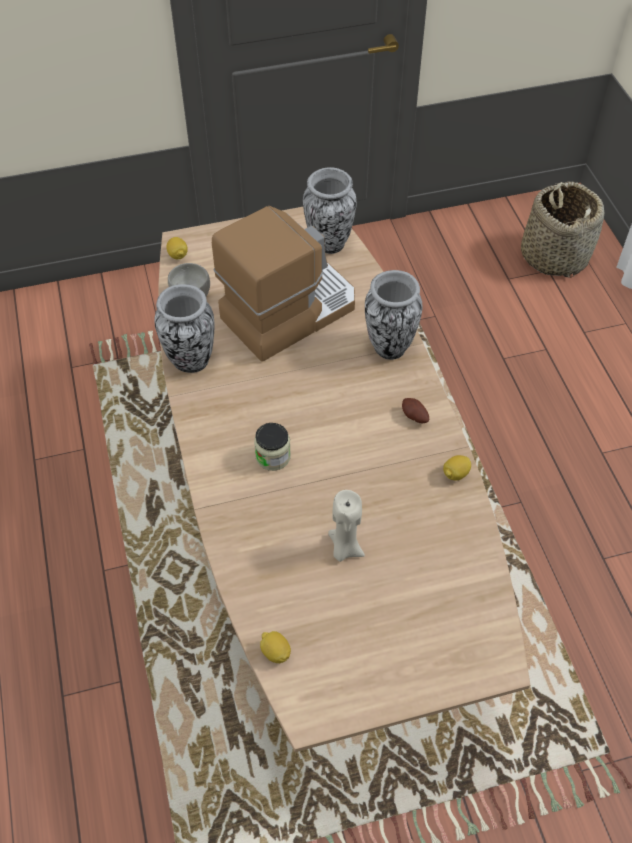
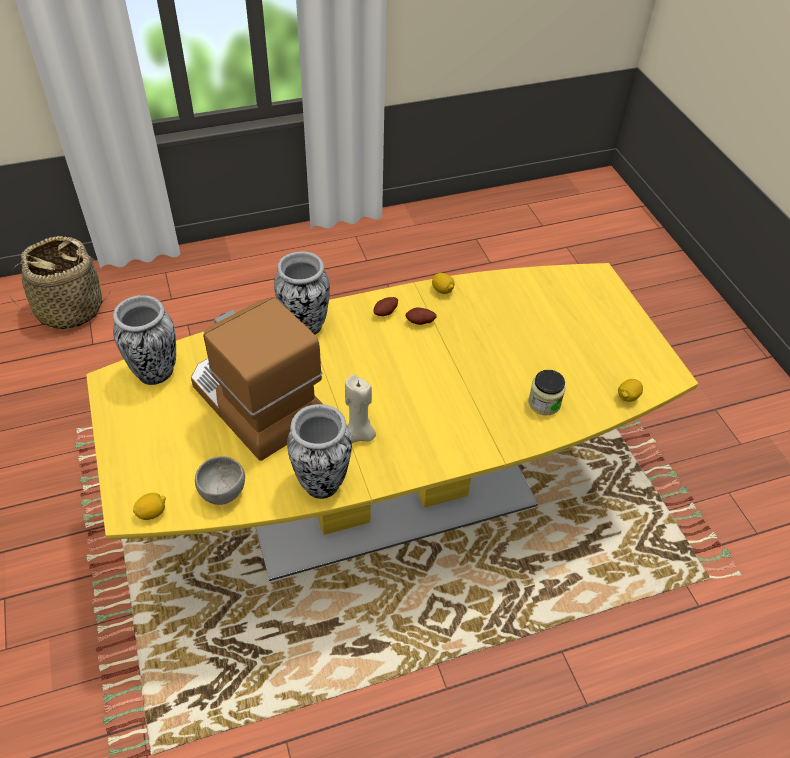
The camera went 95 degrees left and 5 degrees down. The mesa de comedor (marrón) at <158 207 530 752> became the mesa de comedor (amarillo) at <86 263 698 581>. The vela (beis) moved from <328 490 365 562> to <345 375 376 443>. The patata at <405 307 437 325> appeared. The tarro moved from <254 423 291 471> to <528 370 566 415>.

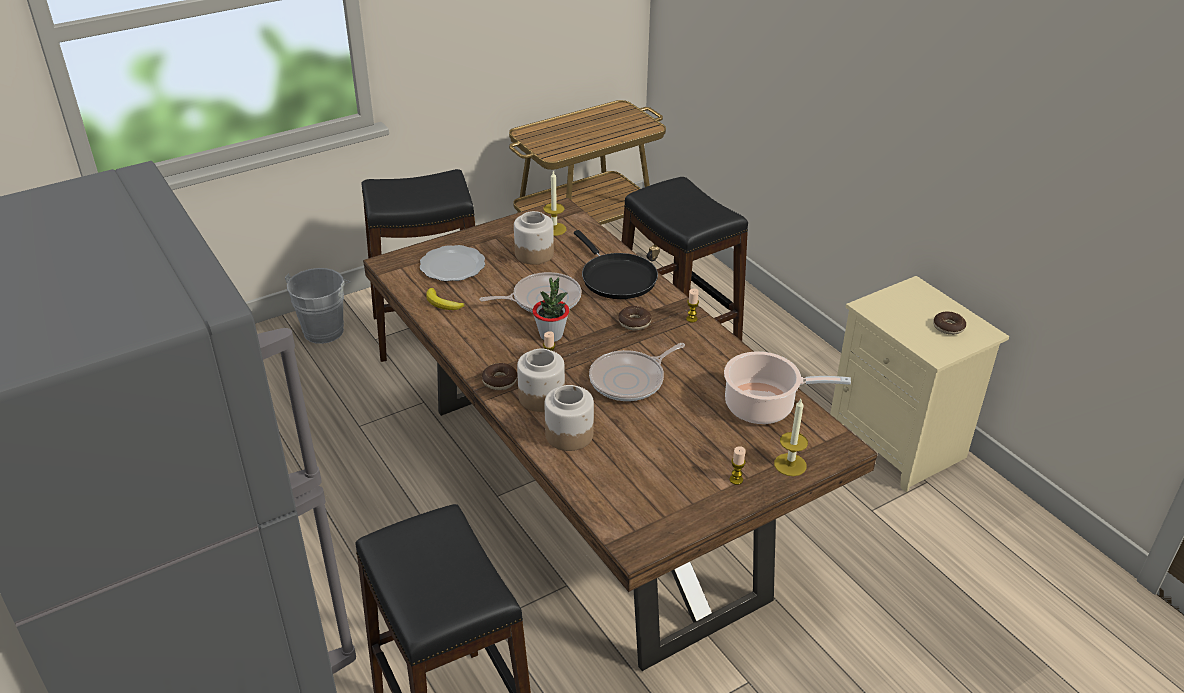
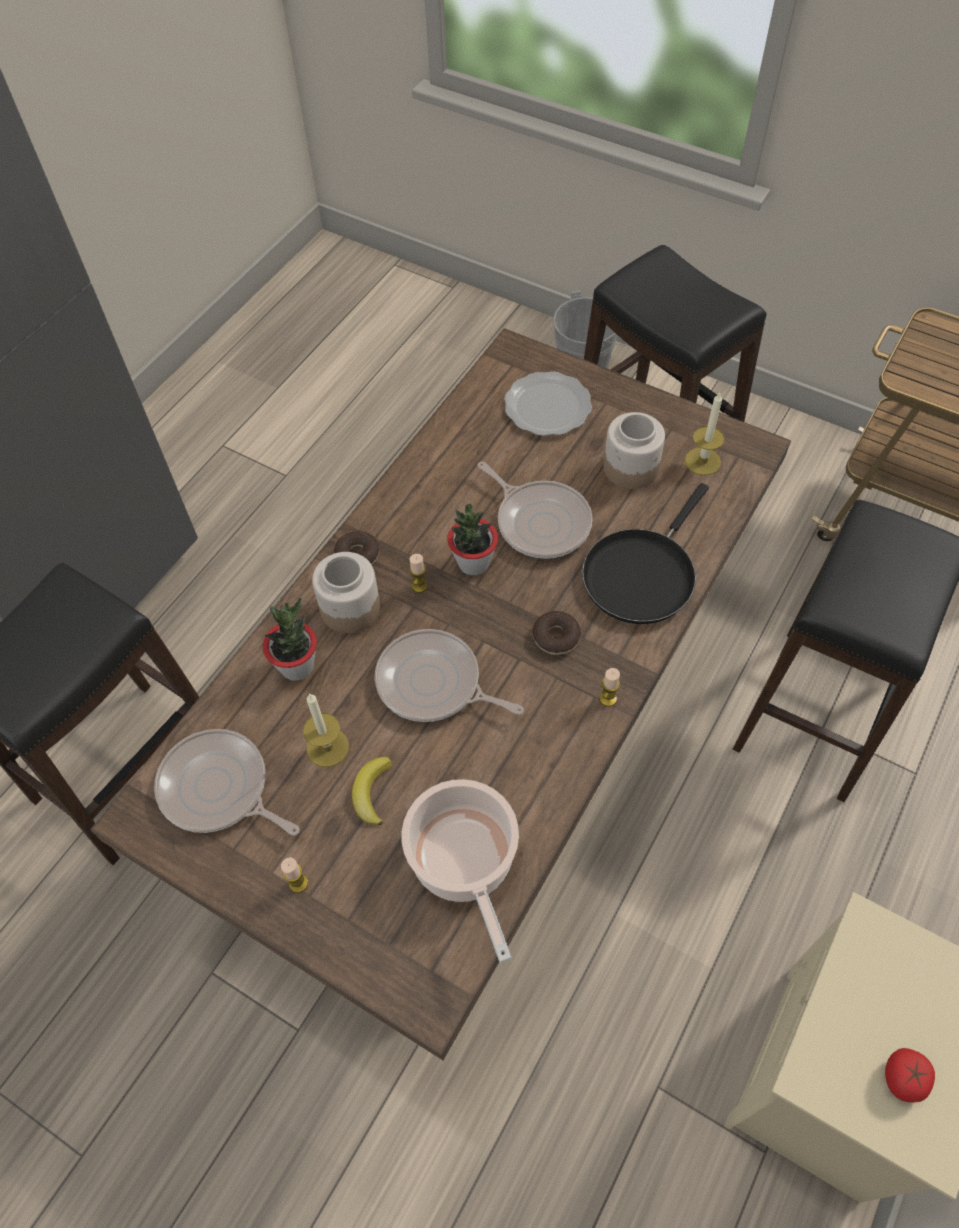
The camera went 65 degrees right and 20 degrees up. The sartén at <154 729 300 835> appeared. The tarro at <544 385 594 451> was replaced by the planta en maceta at <263 598 317 681>. The vela moved from <774 399 808 476> to <303 693 349 767>. The plátano moved from <426 288 465 310> to <352 757 392 826>. The rosquilla at <933 311 966 335> was replaced by the tomate at <885 1048 935 1103>.

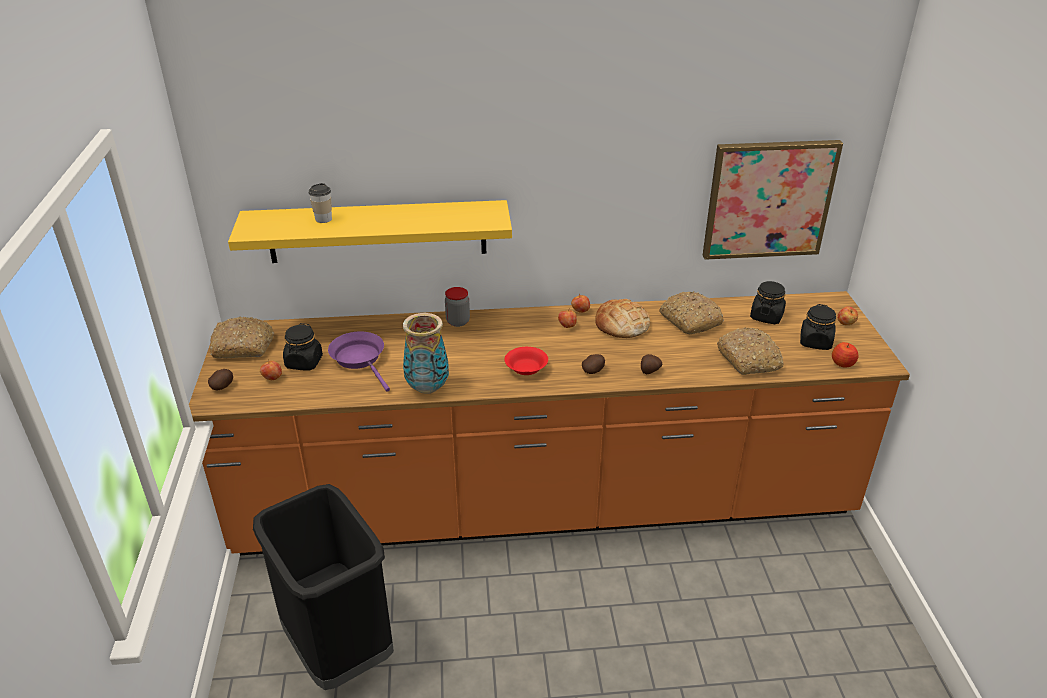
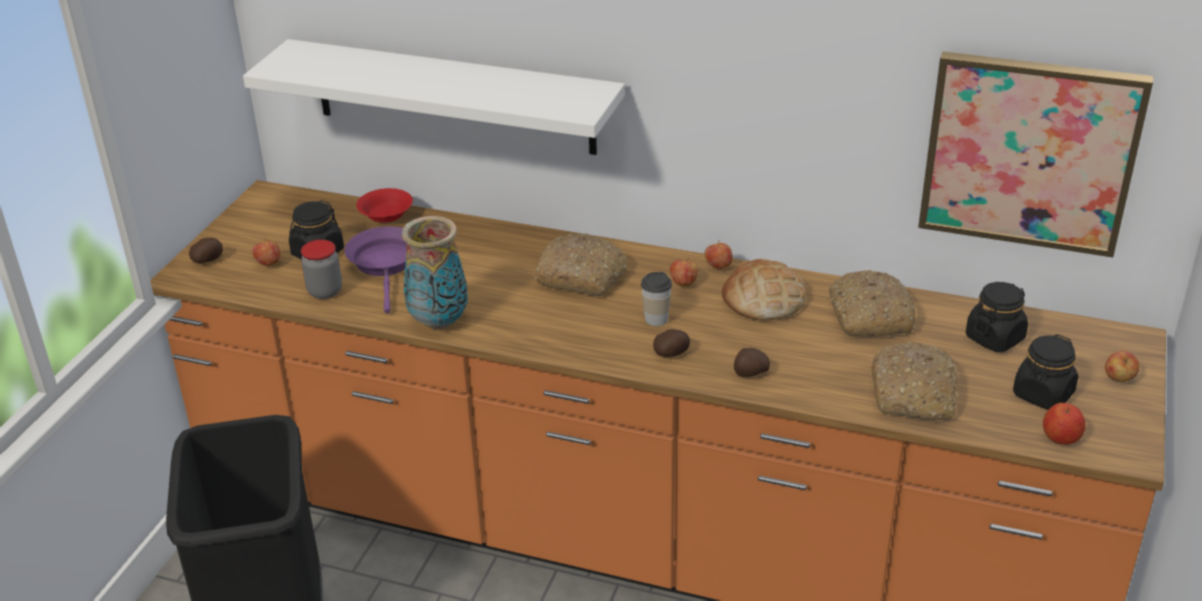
The camera went 25 degrees right and 0 degrees up. The estante (amarillo) at <228 200 512 263> became the estante (blanco) at <243 39 625 155>. The tarro moved from <445 287 470 327> to <301 240 342 299>. The cuenco (rojo) moved from <505 347 548 375> to <356 188 413 223>. The pan moved from <210 317 274 359> to <535 233 627 296>. The taza moved from <309 183 332 223> to <641 272 672 326>.

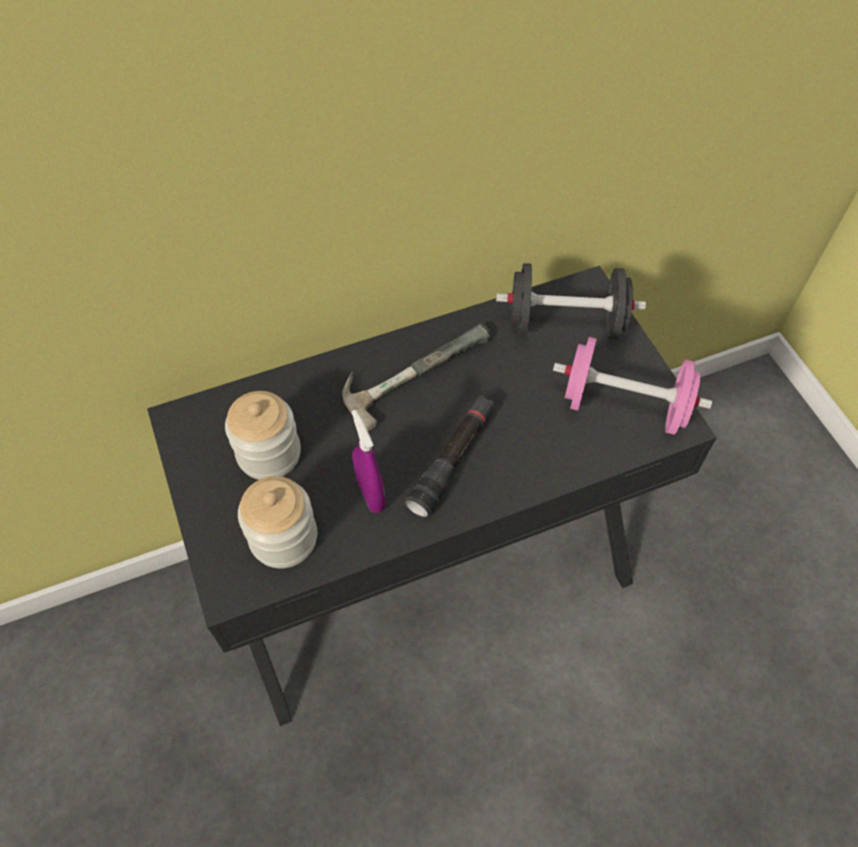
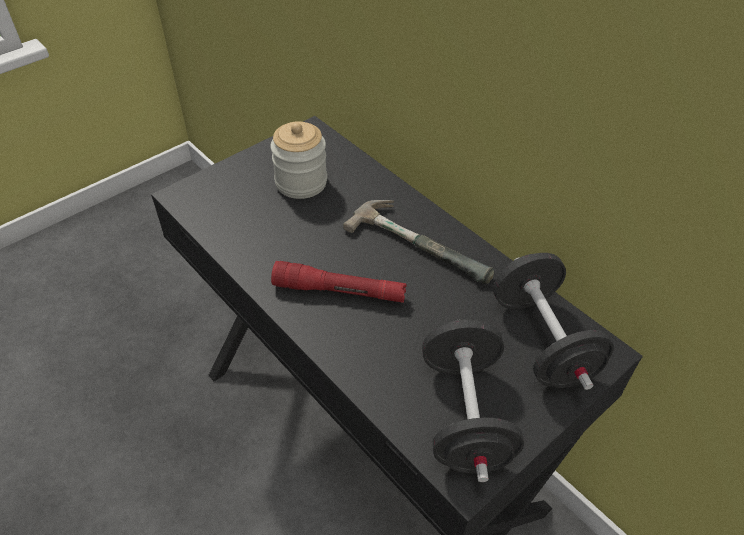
The camera went 70 degrees right and 10 degrees down. The linterna (negro) at <405 395 495 518> became the linterna (rojo) at <271 261 407 303>. The mancuerna (rosa) at <553 337 712 435> became the mancuerna (negro) at <422 319 524 482>. The tarro at <238 476 317 569> disappeared. The pulverizador (morado) at <352 410 386 513> disappeared.

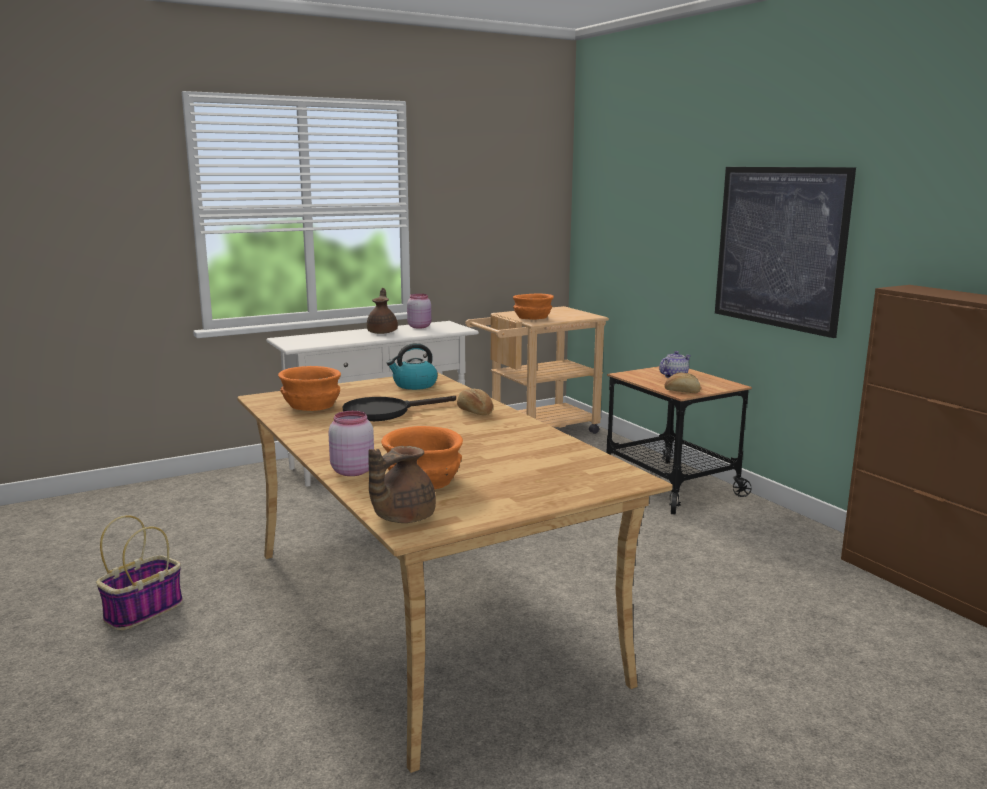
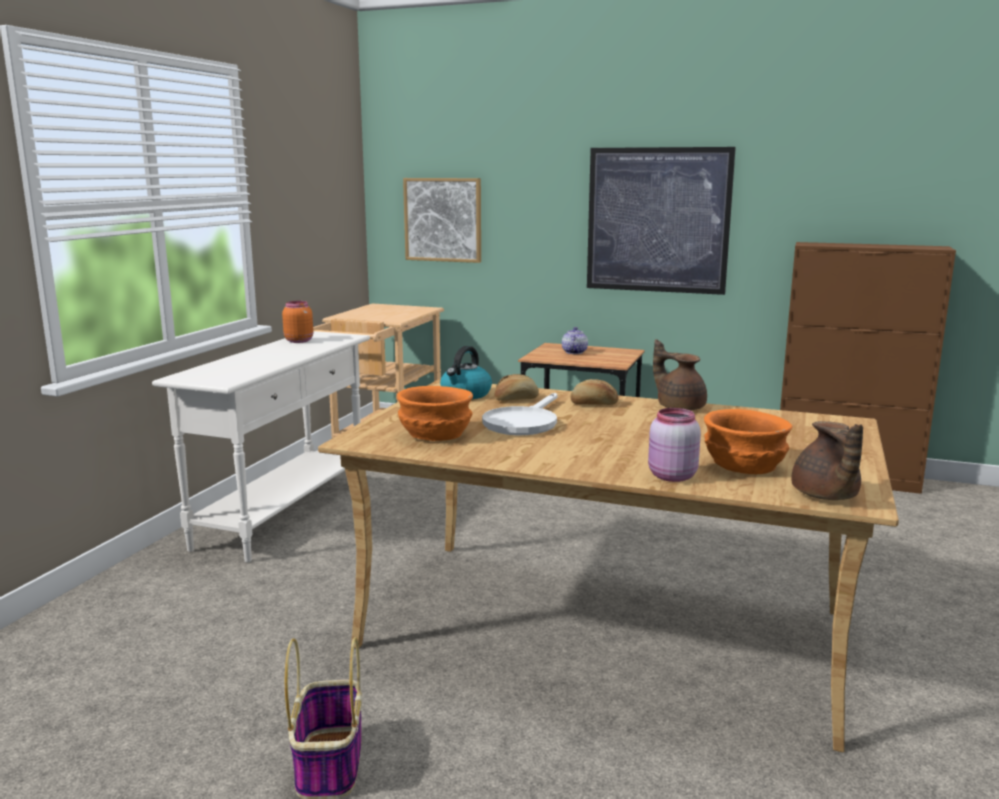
The camera went 40 degrees left and 0 degrees up. The tarro (rosa) at <407 294 431 329> became the tarro (naranja) at <282 301 313 343>. The cuadro at <403 178 481 263> appeared. The sartén (negro) at <343 396 456 421> became the sartén (blanco) at <482 393 558 435>. The pan moved from <664 372 701 393> to <495 374 539 401>. The tetera (marrón) moved from <367 288 398 334> to <653 339 707 411>. The cuenco (naranja) at <513 293 554 319> disappeared.

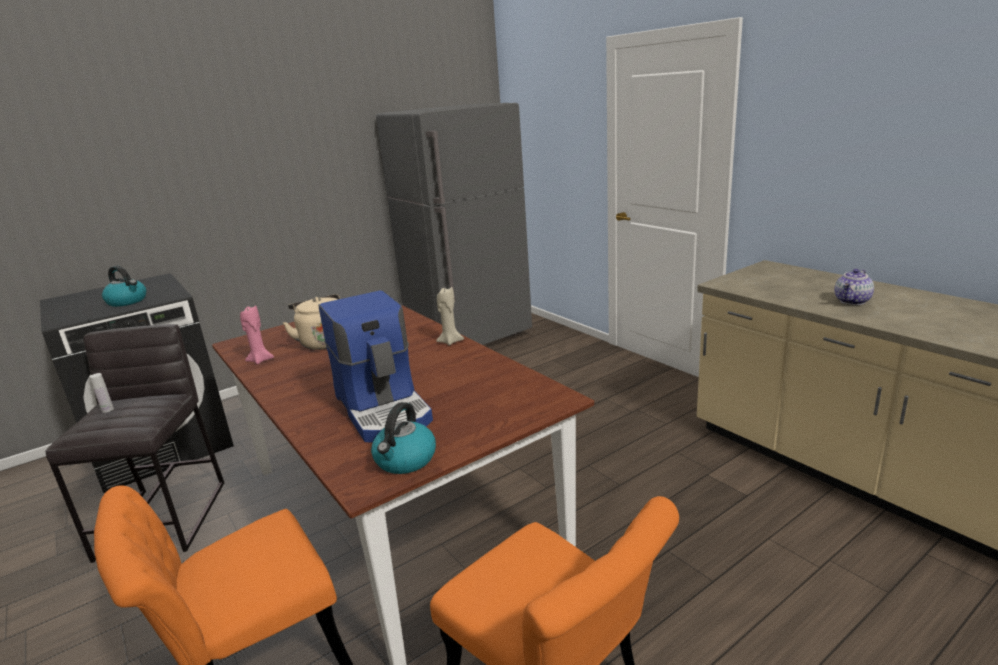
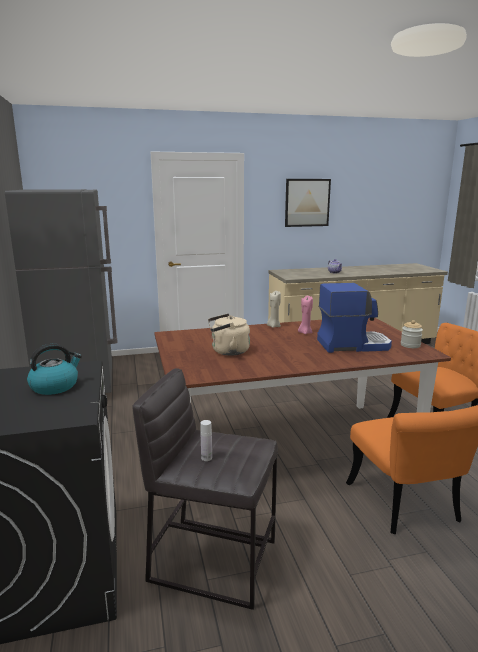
The camera went 70 degrees left and 5 degrees down. The cuadro at <285 179 331 227> appeared. The vela (rosa) moved from <240 305 274 364> to <298 296 313 334>. The hervidor at <371 402 436 474> was replaced by the tarro at <401 320 423 348>.

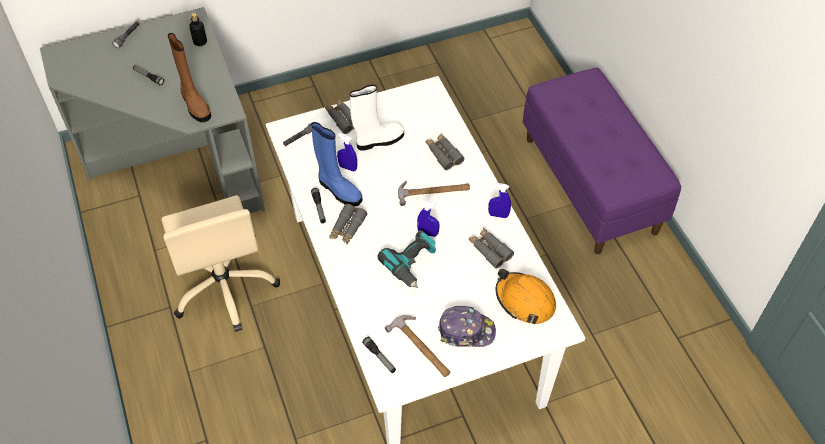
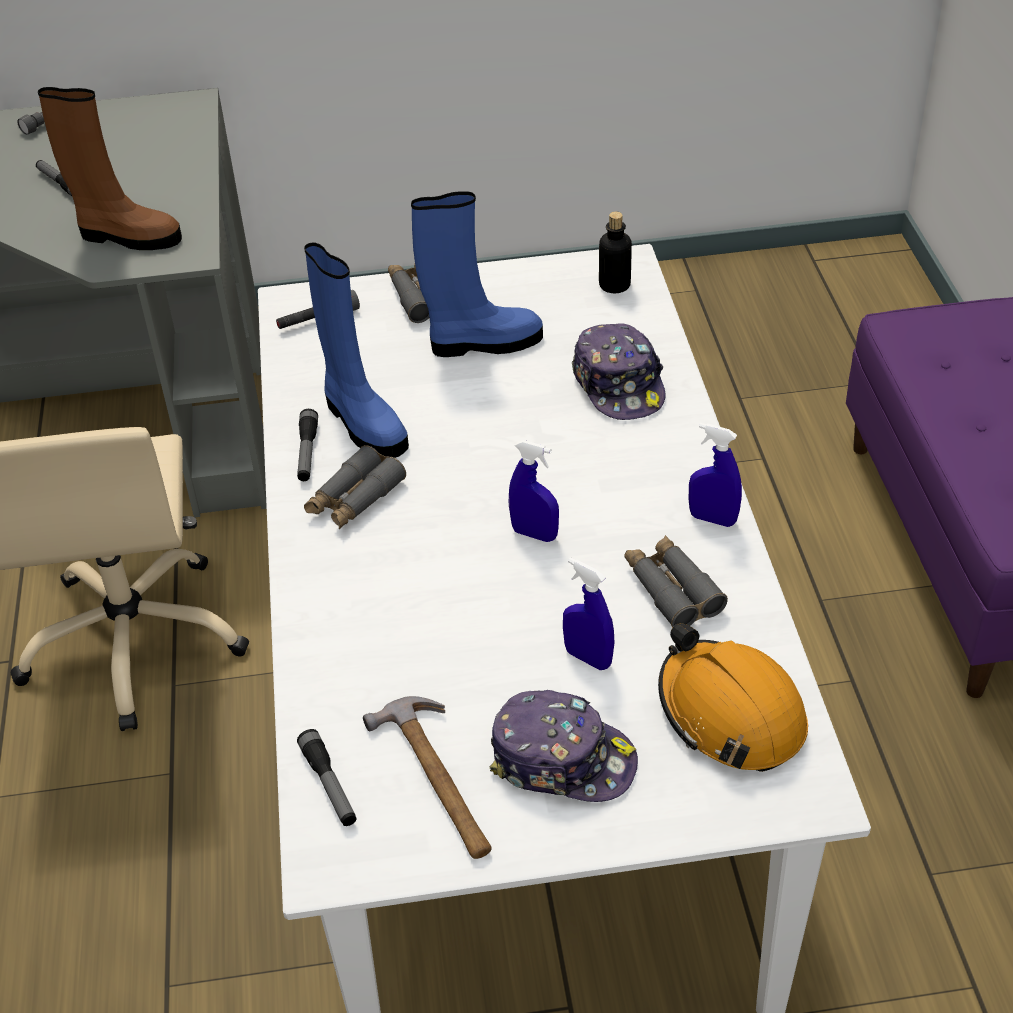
The camera went 15 degrees right and 10 degrees down. The bota (marrón) at <168 33 211 122> turned 60 degrees counterclockwise. The bota (blanco) at <350 85 404 151> became the bota (azul) at <411 191 543 357>. The pulverizador (azul) moved from <337 133 357 172> to <563 558 615 670>. The prismáticos (gris) at <426 134 464 170> was replaced by the gorra at <572 323 665 420>. The botella moved from <189 13 207 46> to <599 212 632 293>. The taladro at <377 230 436 288> disappeared. The martillo at <398 180 470 206> disappeared.

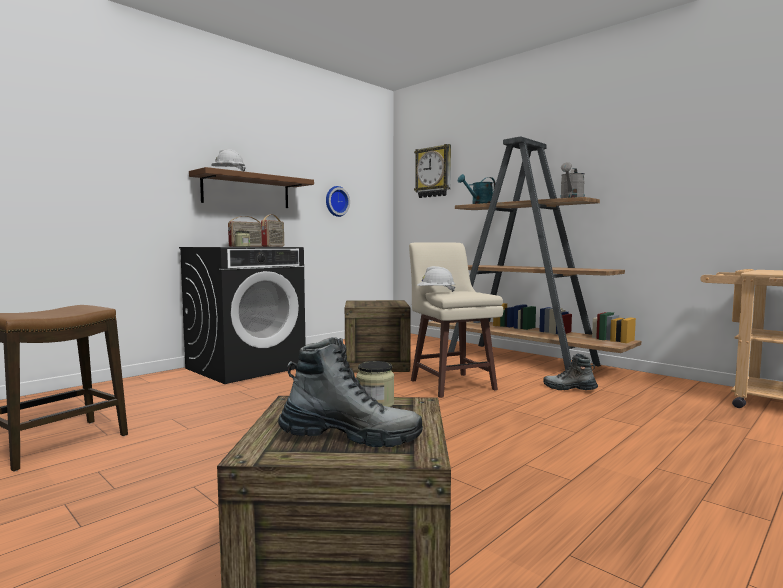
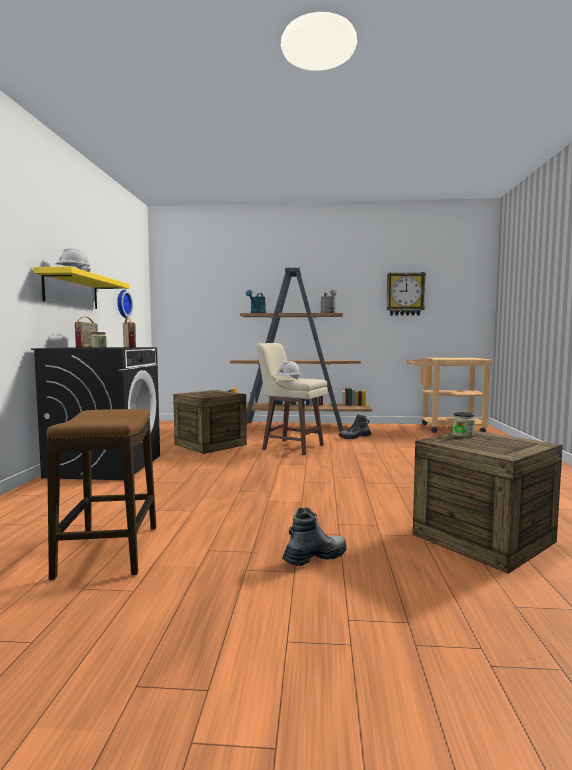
The camera went 40 degrees left and 0 degrees up. The estante (marrón) at <189 167 314 208> became the estante (amarillo) at <34 267 129 309>. The bota moved from <278 337 423 447> to <282 507 347 566>. The reloj de pared moved from <414 144 451 198> to <386 272 426 316>.

